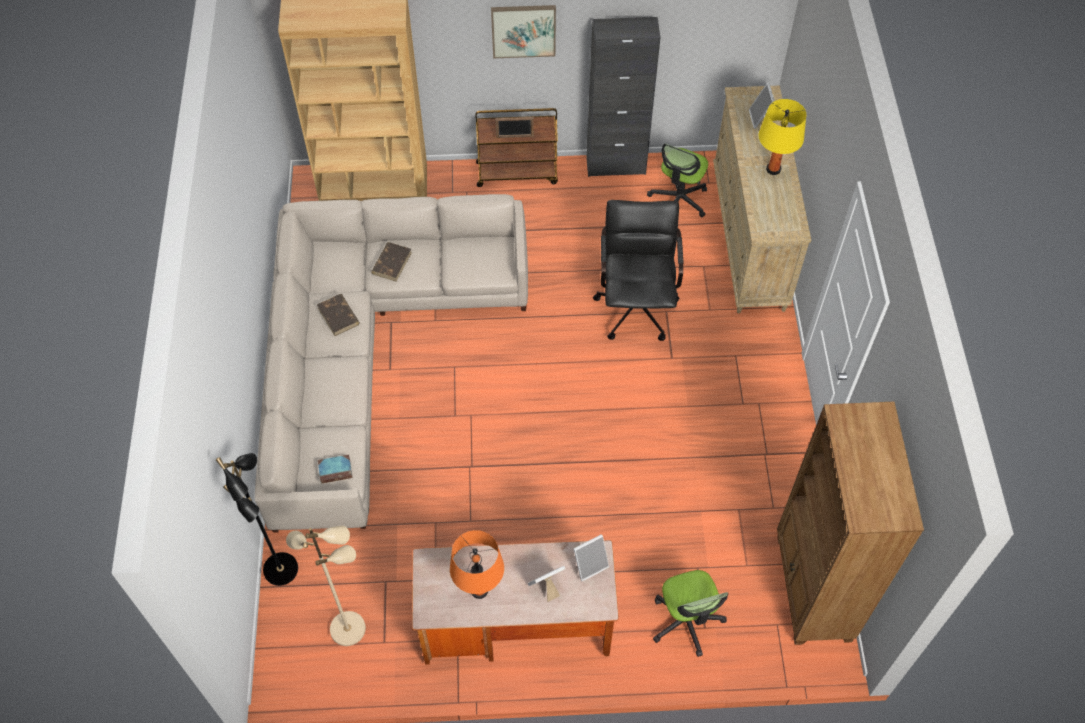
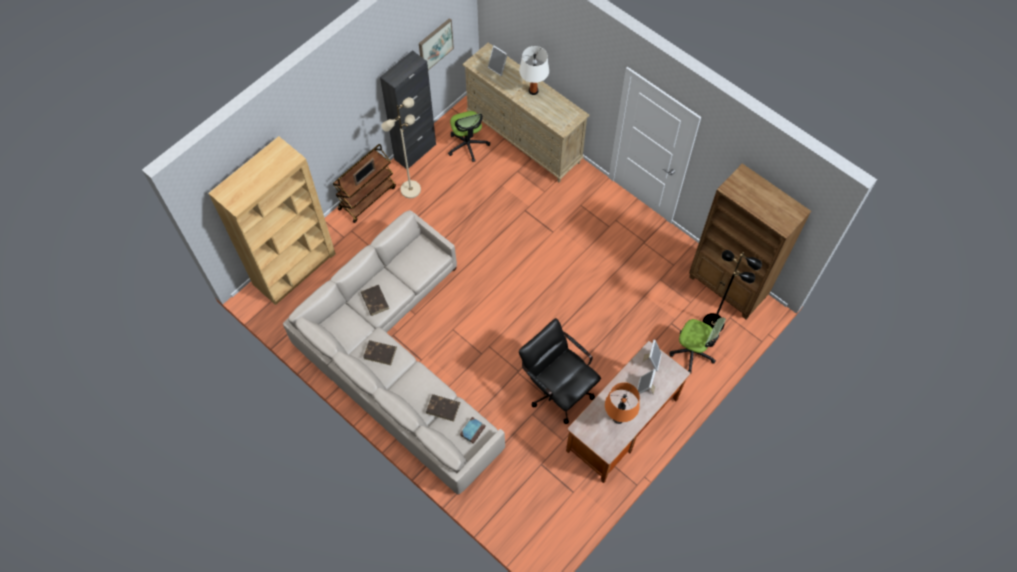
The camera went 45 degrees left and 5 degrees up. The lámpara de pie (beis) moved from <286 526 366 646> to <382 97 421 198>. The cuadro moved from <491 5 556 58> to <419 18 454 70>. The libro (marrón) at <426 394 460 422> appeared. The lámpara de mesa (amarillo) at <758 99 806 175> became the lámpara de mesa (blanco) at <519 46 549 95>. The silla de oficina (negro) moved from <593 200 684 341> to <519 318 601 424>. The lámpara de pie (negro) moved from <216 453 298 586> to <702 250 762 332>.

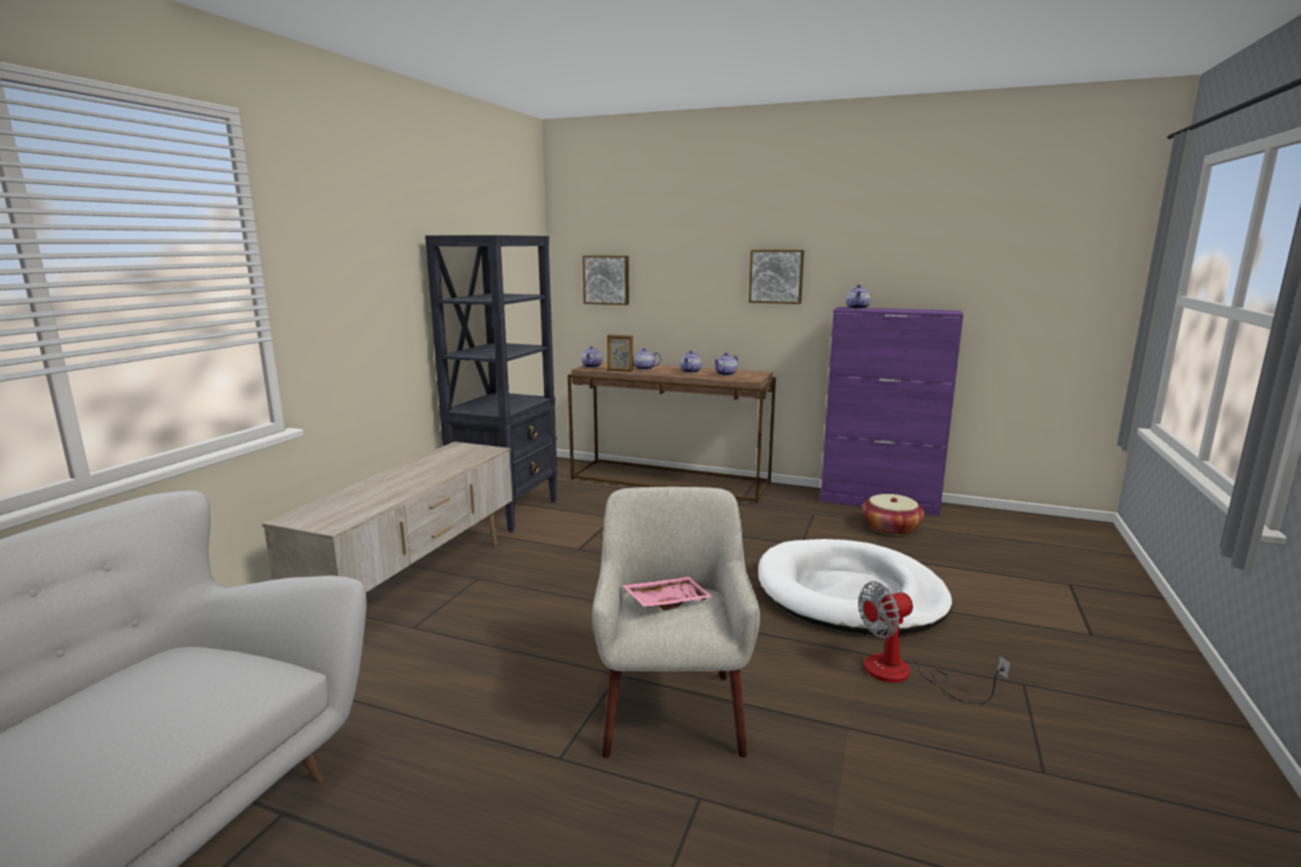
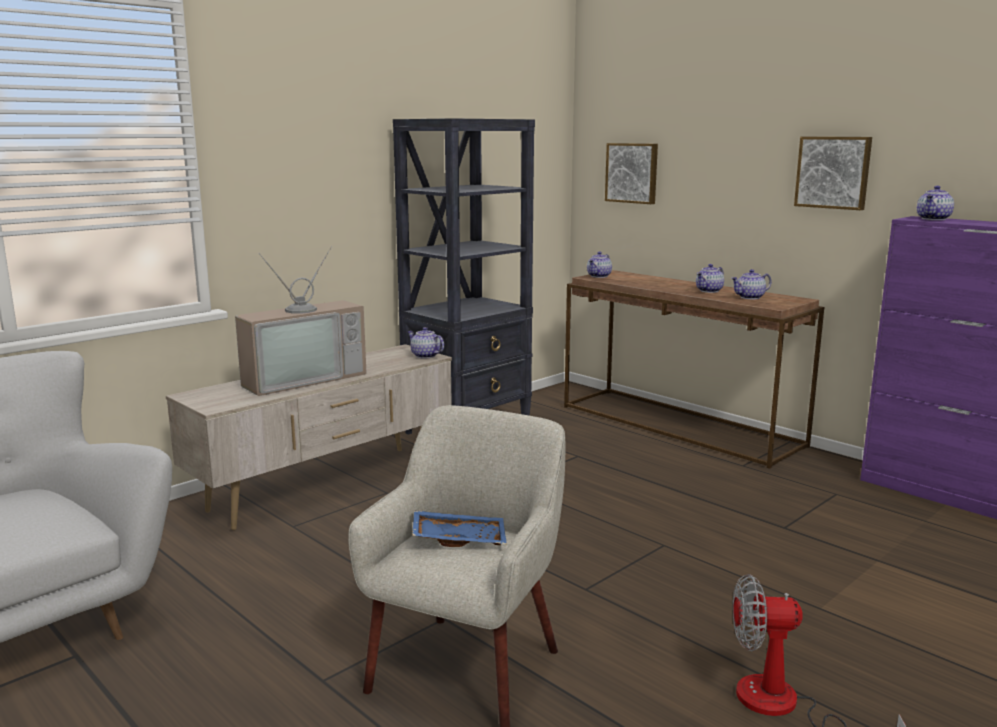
The camera went 25 degrees right and 0 degrees up. The televisor at <235 246 367 396> appeared. The tetera moved from <633 348 661 370> to <407 327 444 358>. The bandeja (rosa) at <622 577 713 610> became the bandeja (azul) at <412 510 507 547>. The portarretratos at <607 335 633 372> disappeared. The cama para perro (blanco) at <758 539 952 635> disappeared. The cesta at <862 494 924 536> disappeared.

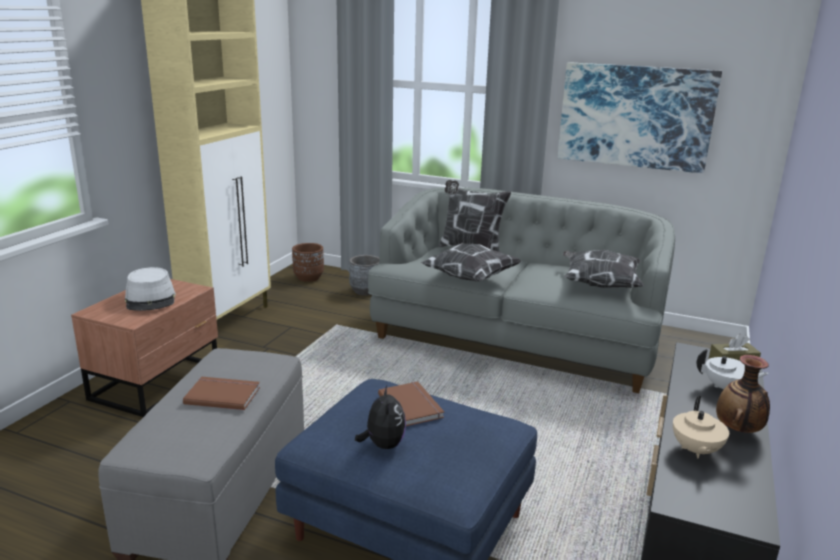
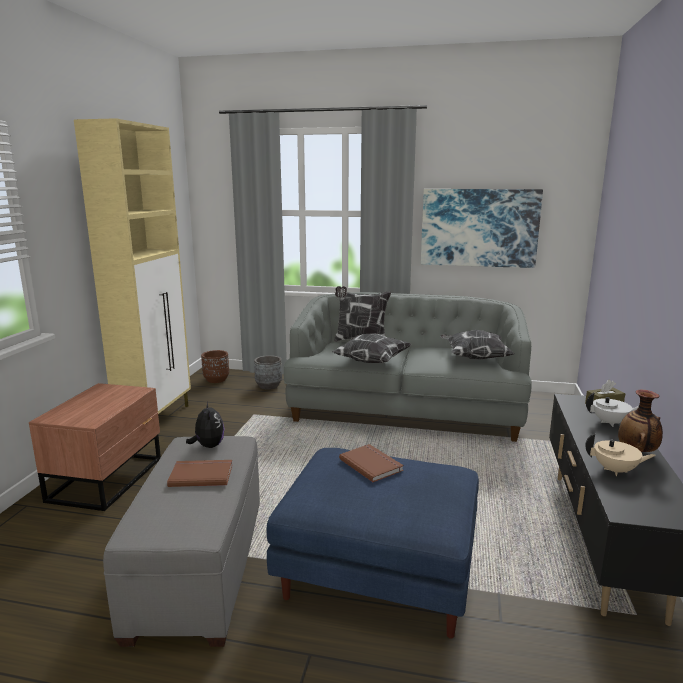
The camera went 10 degrees left and 5 degrees down. The peluche moved from <355 386 406 449> to <186 402 224 448>. The tetera (beis) at <673 396 729 459> turned 75 degrees counterclockwise. The sombrero (gris) at <125 267 176 311> disappeared.

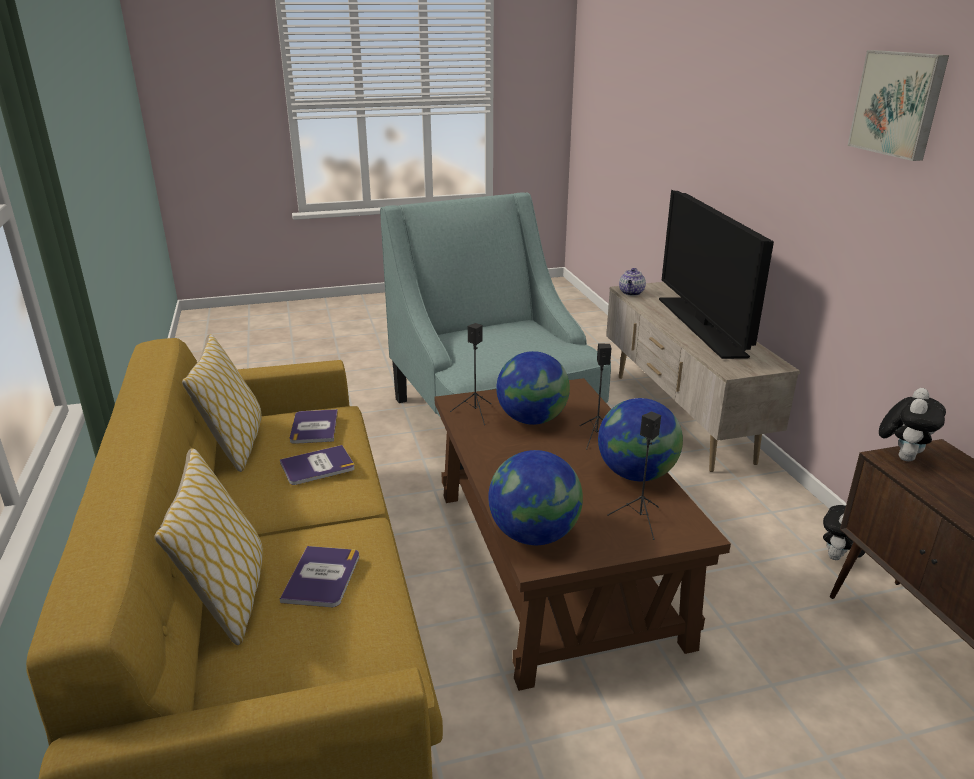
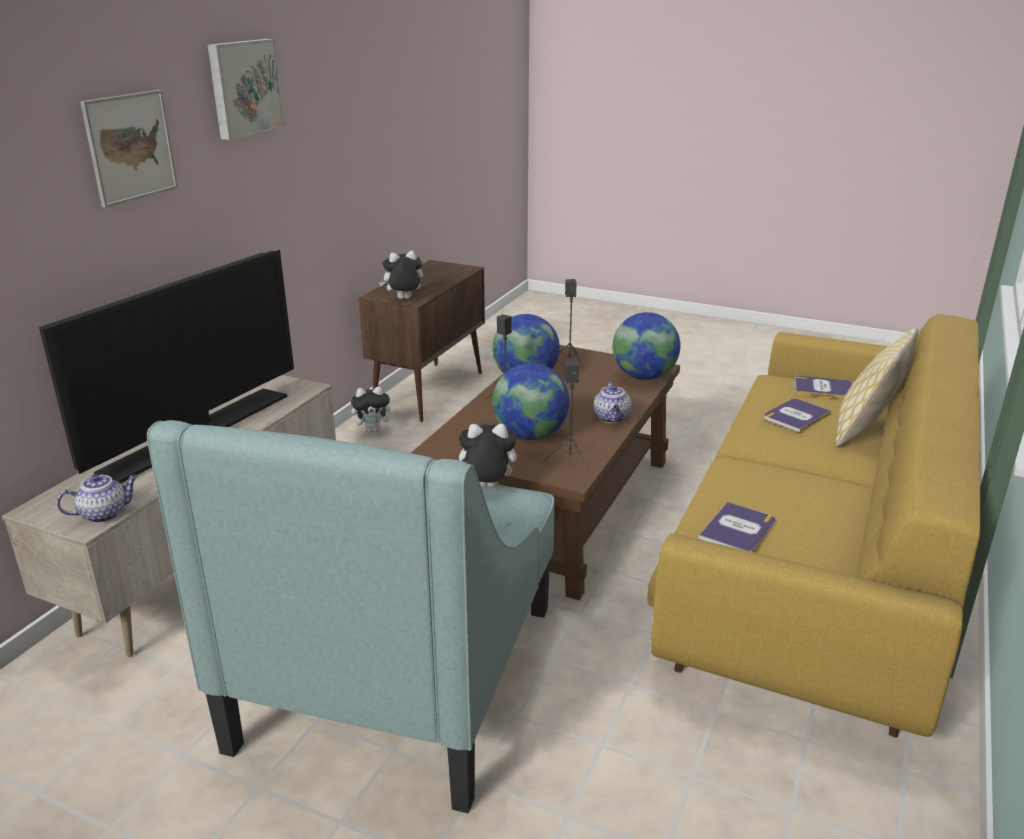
The camera went 140 degrees left and 0 degrees up. The cuadro at <80 90 178 208> appeared. The peluche at <459 424 517 488> appeared. The tetera at <594 382 631 423> appeared. The libro moved from <280 445 355 485> to <795 376 852 399>. The cojín at <182 334 262 472> disappeared.

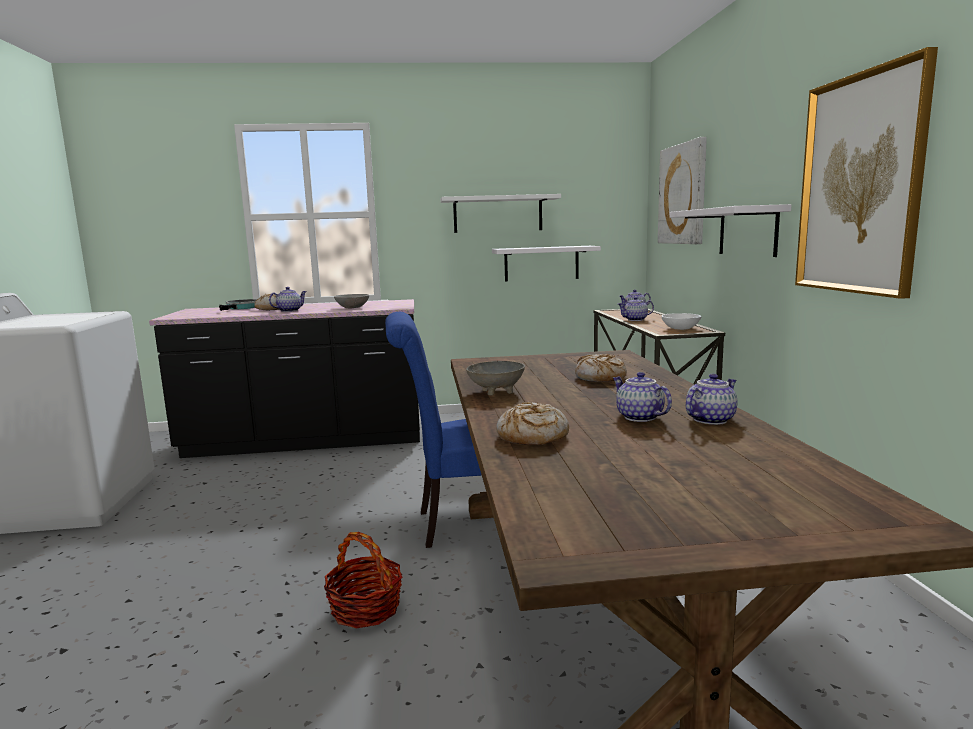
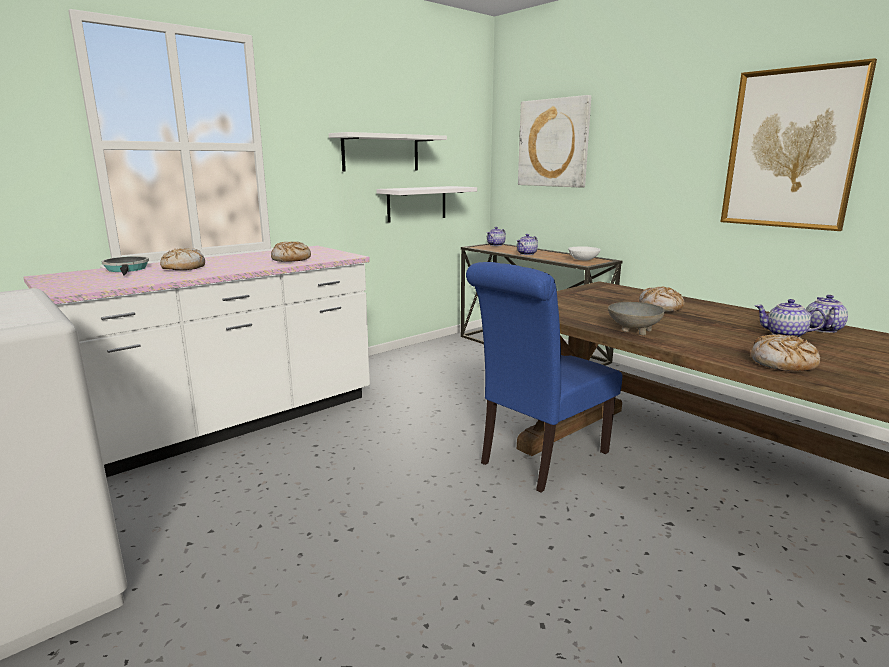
The camera went 35 degrees left and 5 degrees up. The mueble bajo de cocina (negro) at <149 299 420 458> became the mueble bajo de cocina (blanco) at <23 246 370 477>. The cuenco (gris) at <334 294 369 308> was replaced by the pan at <271 241 311 262>. The tetera at <269 287 307 312> disappeared. The cesta at <324 532 402 628> disappeared. The estante (blanco) at <669 204 792 257> disappeared.

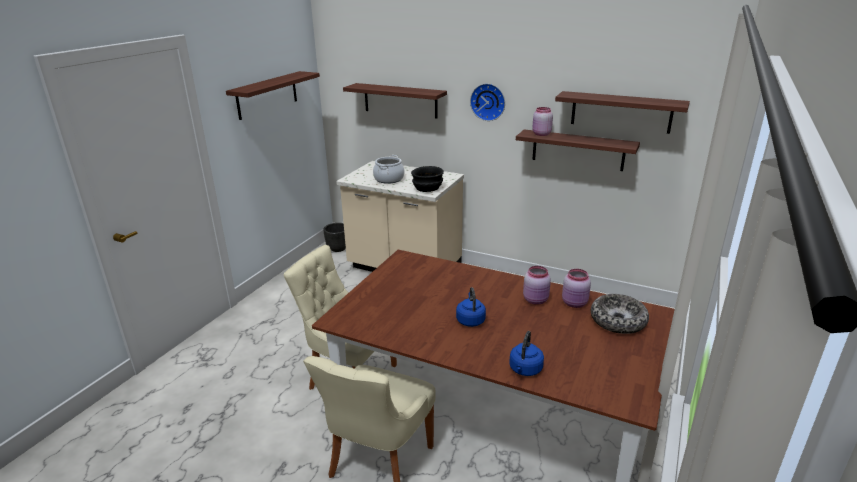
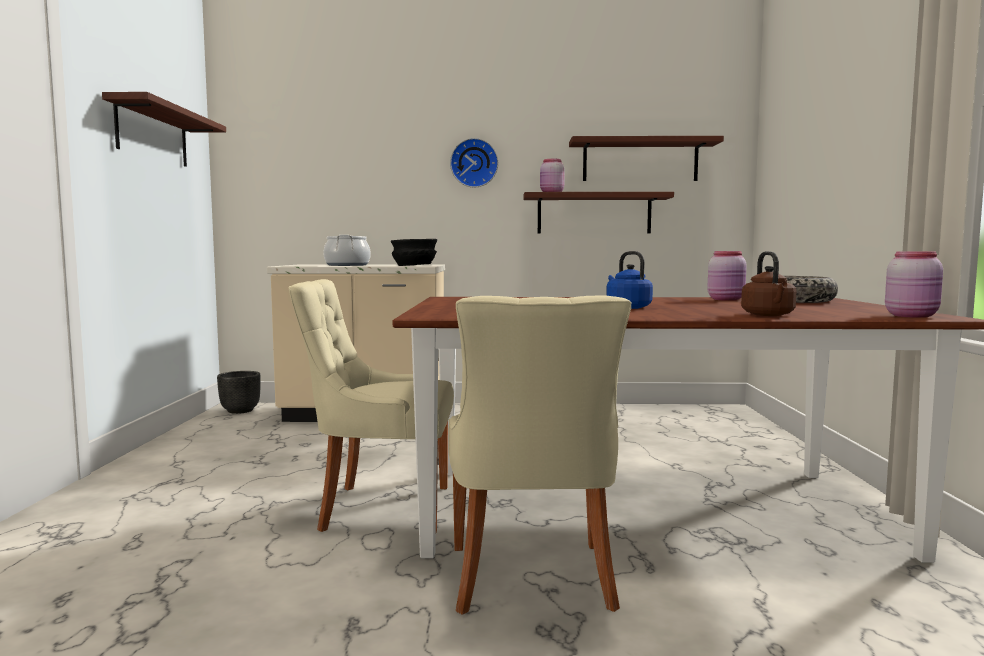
The camera went 25 degrees left and 20 degrees down. The hervidor (azul) at <509 331 544 376> became the hervidor (marrón) at <741 251 796 316>. The tarro (rosa) moved from <523 266 551 305> to <885 251 943 318>. The estante at <343 83 447 119> disappeared.

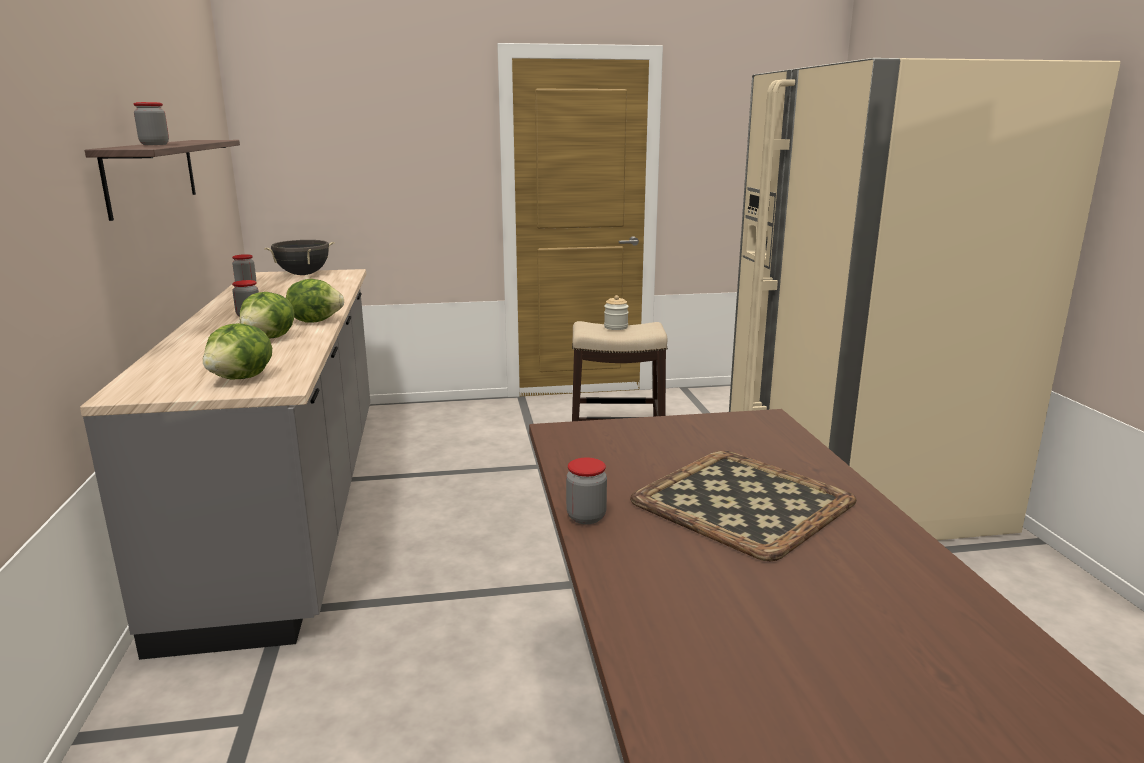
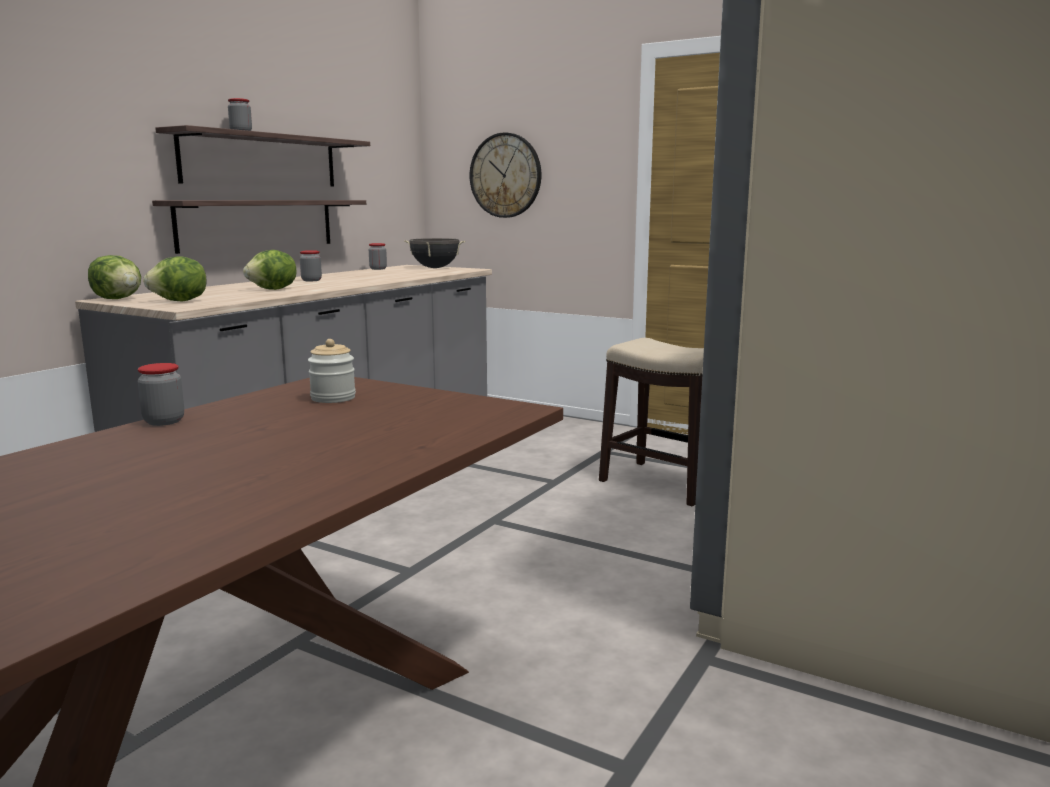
The camera went 40 degrees right and 5 degrees down. The lechuga moved from <286 279 344 323> to <88 255 141 299>. The estante at <152 200 366 254> appeared. The tarro moved from <604 295 629 330> to <308 339 356 403>. The reloj de pared at <470 133 541 218> appeared. The bandeja at <630 450 857 561> disappeared.

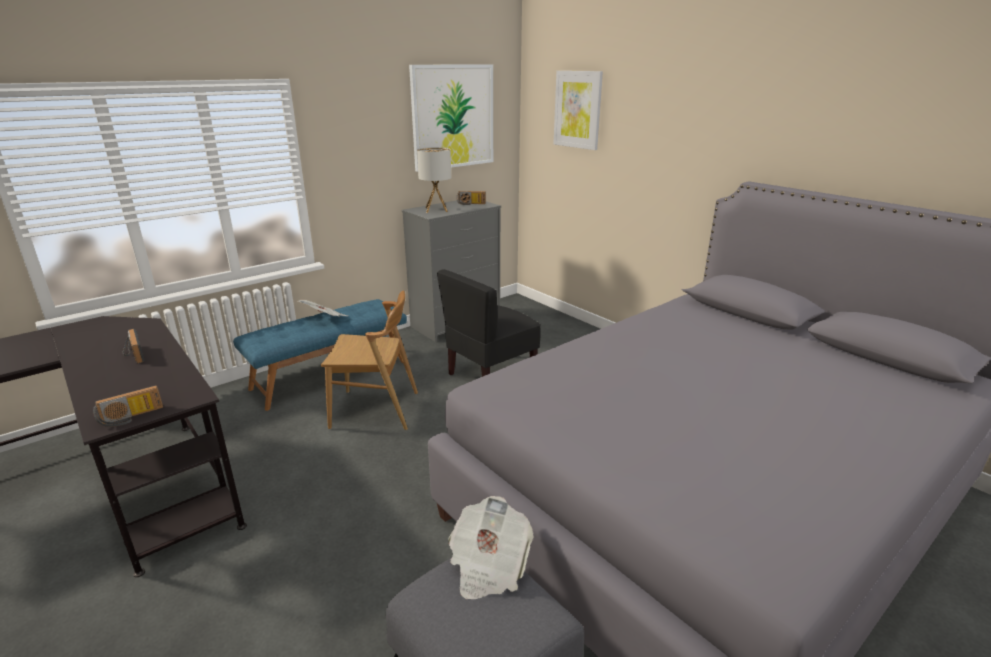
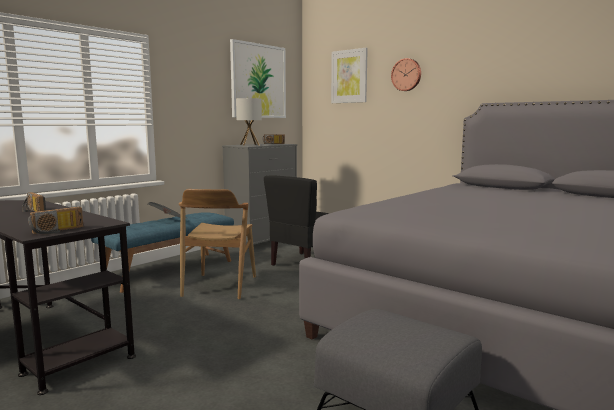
The camera went 10 degrees left and 15 degrees down. The silla (marrón) at <321 291 418 430> turned 105 degrees clockwise. The reloj de pared at <391 58 421 91> appeared. The periódico at <448 496 534 599> disappeared.

